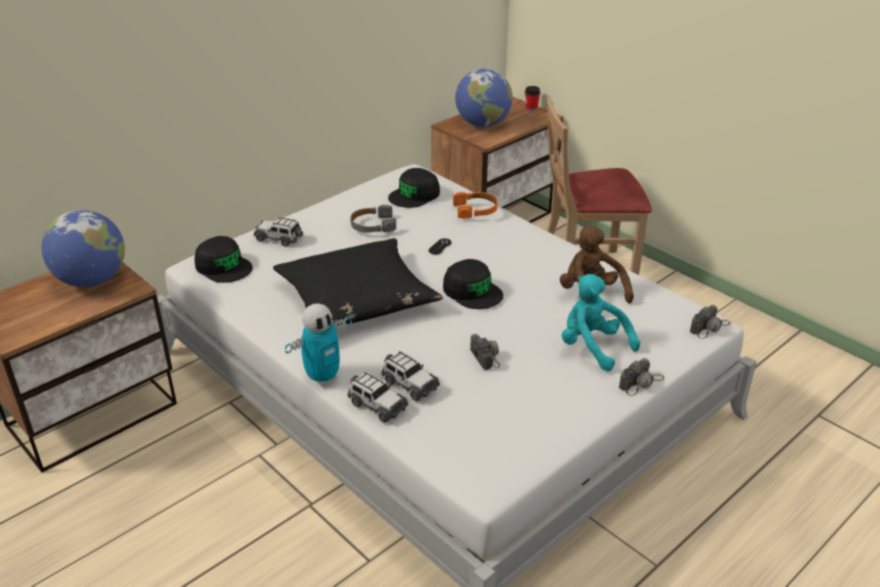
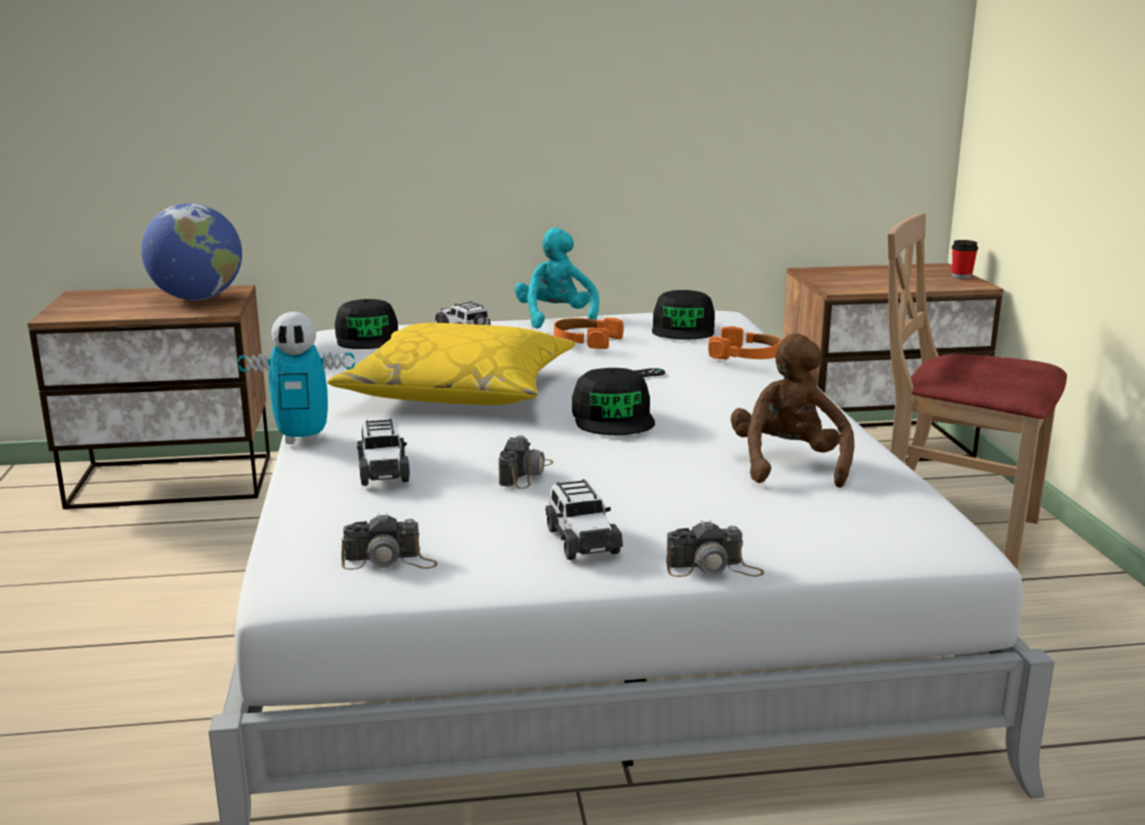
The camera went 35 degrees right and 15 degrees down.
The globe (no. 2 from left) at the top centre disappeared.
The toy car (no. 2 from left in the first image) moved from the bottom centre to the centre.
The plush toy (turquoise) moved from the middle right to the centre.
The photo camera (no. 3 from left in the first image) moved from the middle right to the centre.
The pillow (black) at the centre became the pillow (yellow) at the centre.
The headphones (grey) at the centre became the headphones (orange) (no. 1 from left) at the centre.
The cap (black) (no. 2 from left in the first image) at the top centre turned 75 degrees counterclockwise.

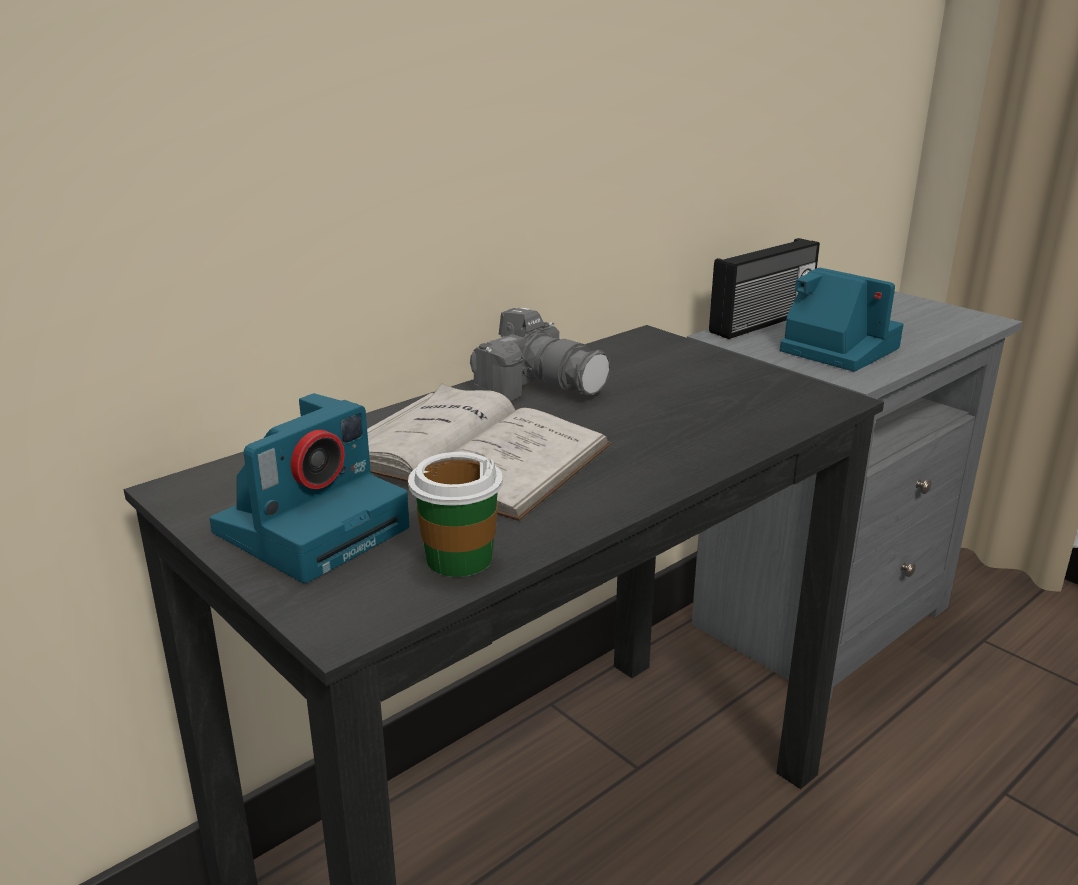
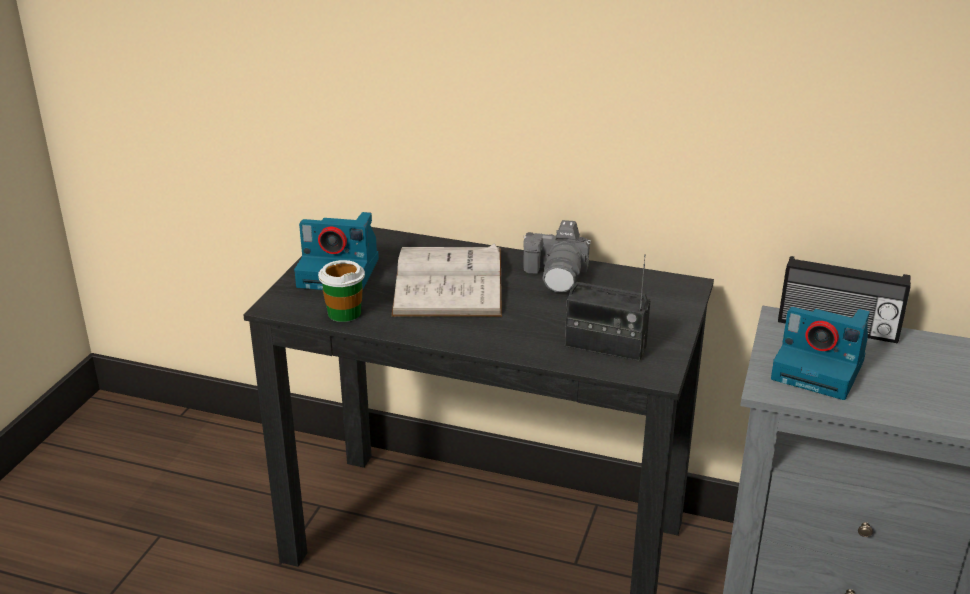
The camera went 60 degrees right and 5 degrees up.
The radio (no. 1 from left) at the centre appeared.
The photo camera (no. 3 from left) at the middle right turned 105 degrees clockwise.

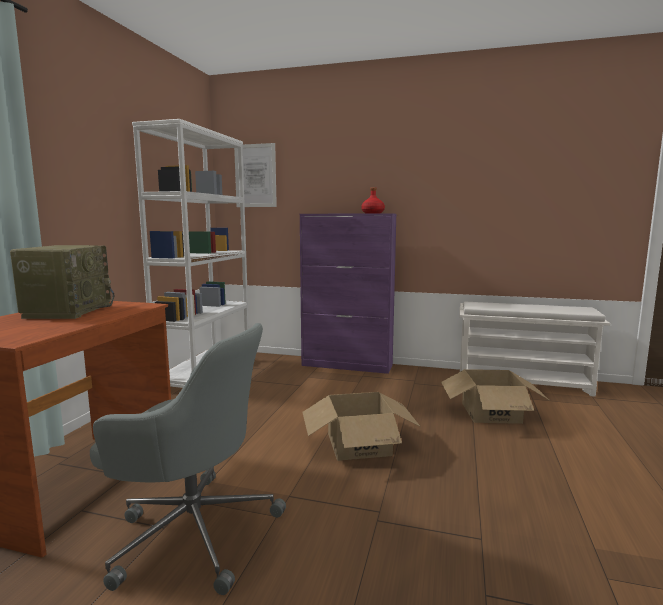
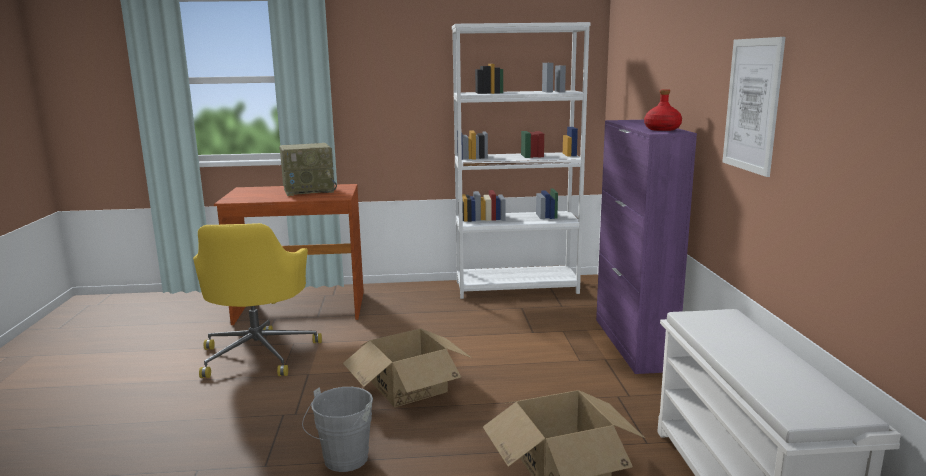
The camera went 70 degrees right and 5 degrees up.
The bucket (grey) at the bottom centre appeared.
The picture moved from the top centre to the top right.
The office chair (grey) at the bottom left became the office chair (yellow) at the middle left.

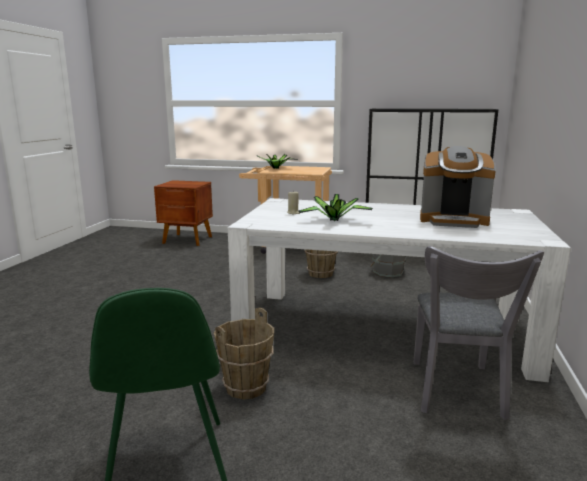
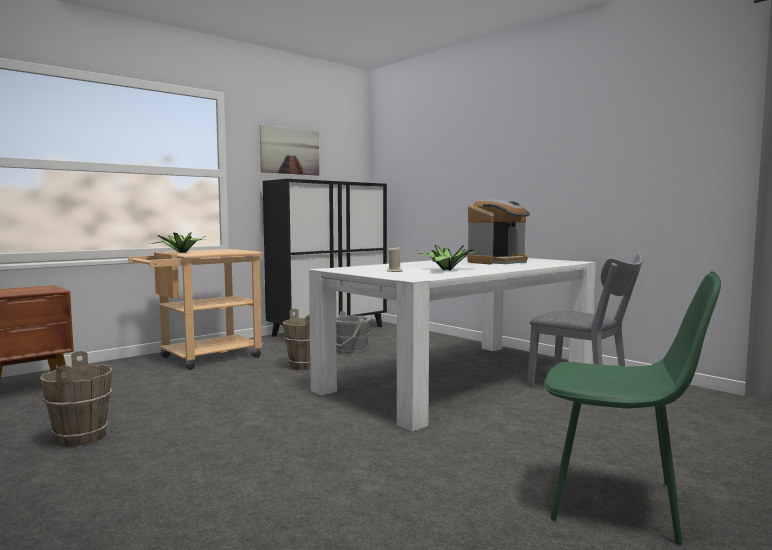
The camera went 55 degrees left and 10 degrees down.
The picture at the top centre appeared.
The bucket (brown) (no. 1 from left) moved from the bottom centre to the bottom left.

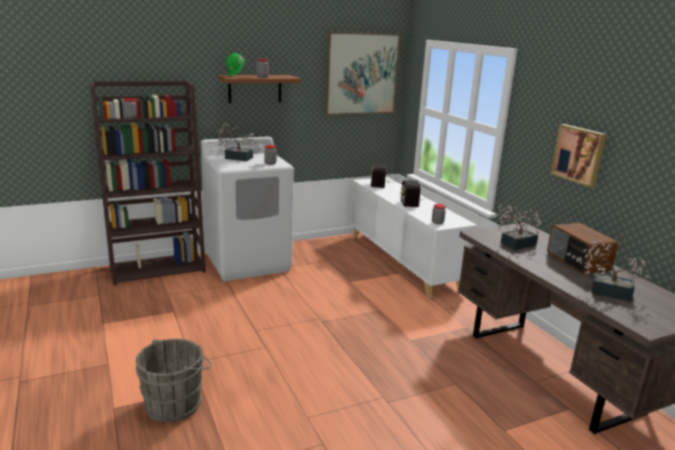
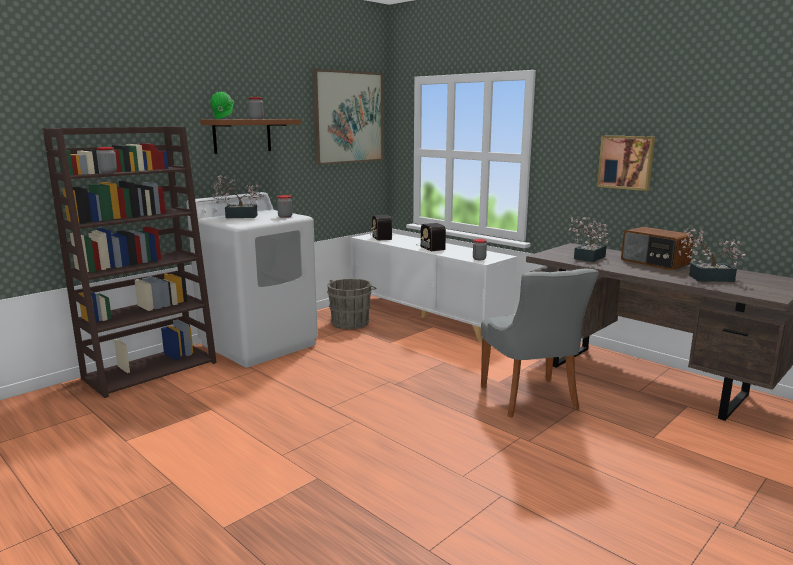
The camera went 20 degrees left and 5 degrees down.
The chair (grey) at the middle right appeared.
The bucket (grey) moved from the bottom left to the centre.

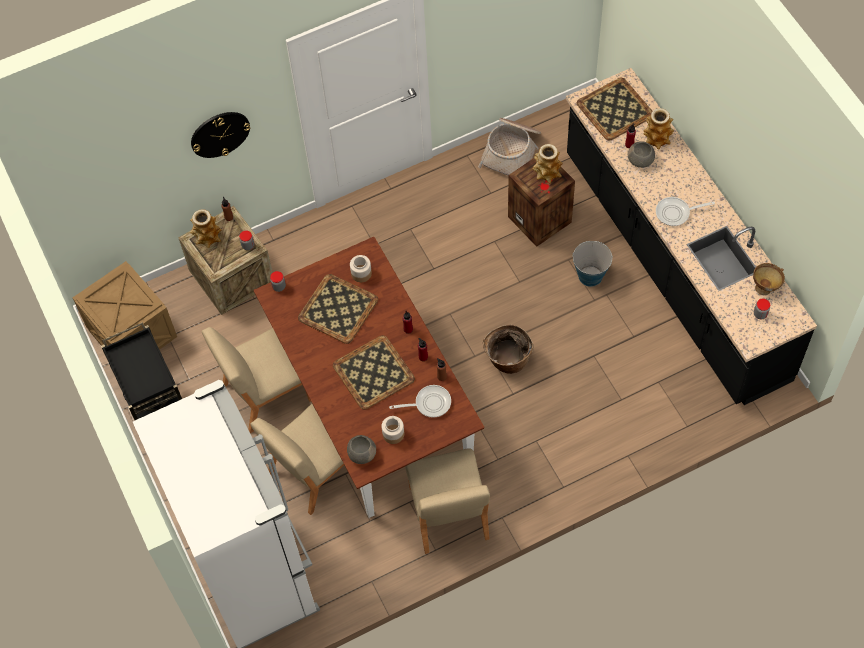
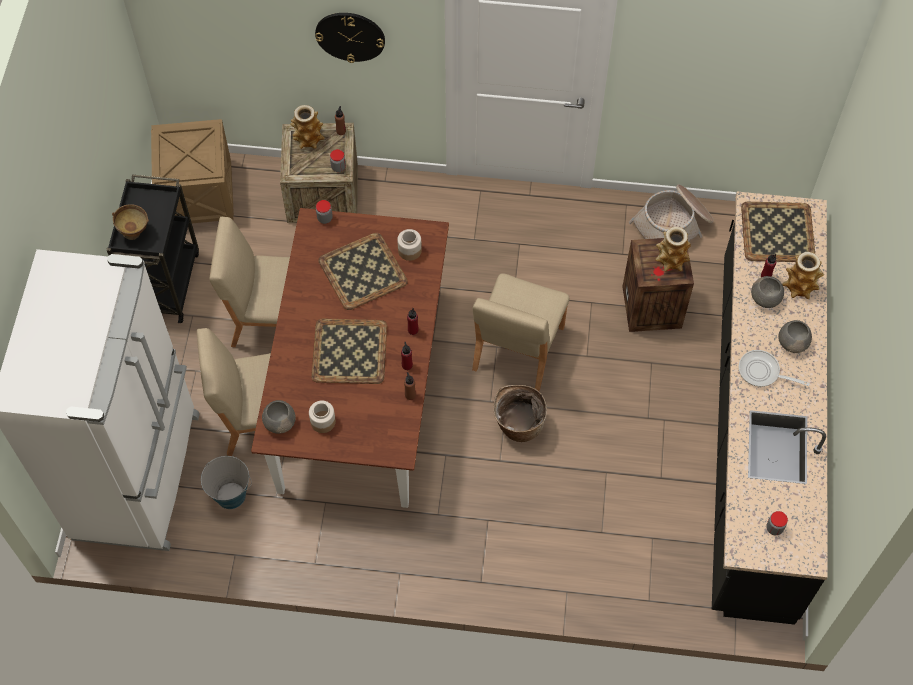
The camera went 30 degrees right and 0 degrees up.
The frying pan (no. 1 from left) at the centre disappeared.
The bowl (grey) (no. 3 from left) at the middle right appeared.
The chair (beige) (no. 3 from left) moved from the bottom centre to the centre.
The bucket moved from the middle right to the bottom left.
The bowl (brown) moved from the middle right to the top left.

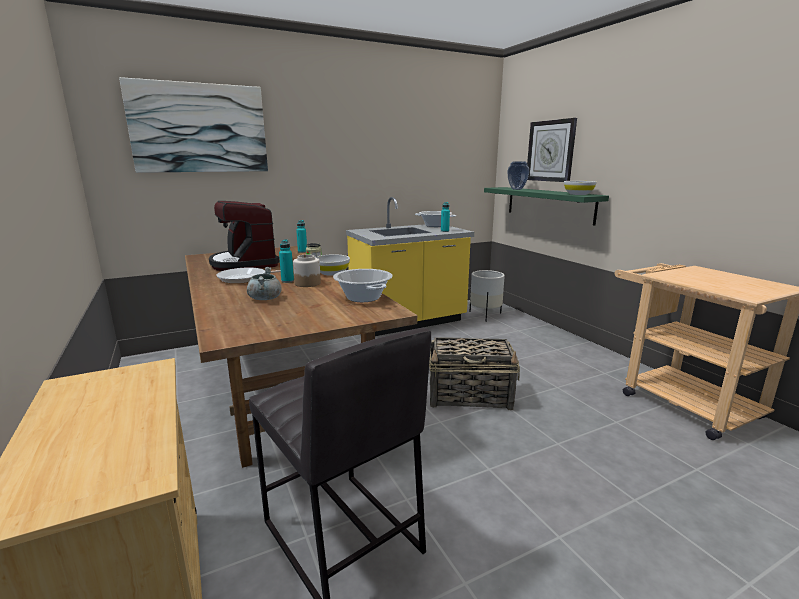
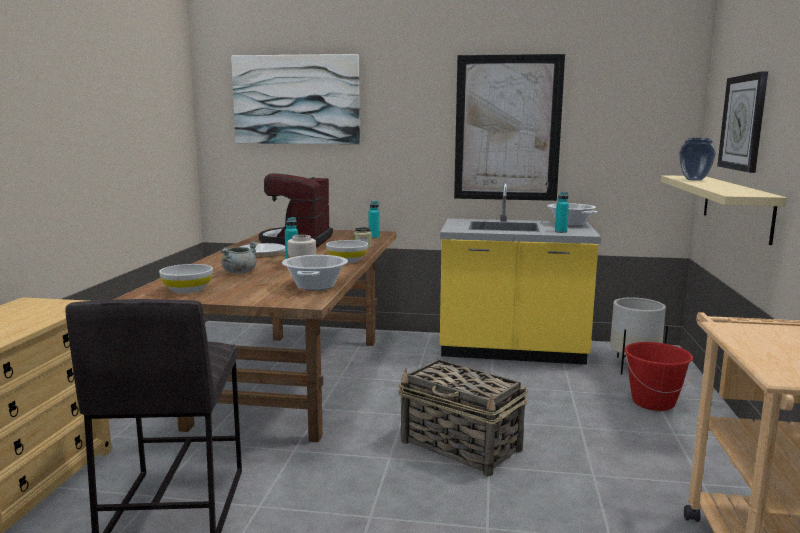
The camera went 35 degrees right and 5 degrees down.
The picture (no. 2 from left) at the top centre appeared.
The bucket (red) at the bottom right appeared.
The bowl (white) (no. 2 from left in the first image) moved from the top right to the middle left.
The shelf (green) at the middle right became the shelf (beige) at the middle right.

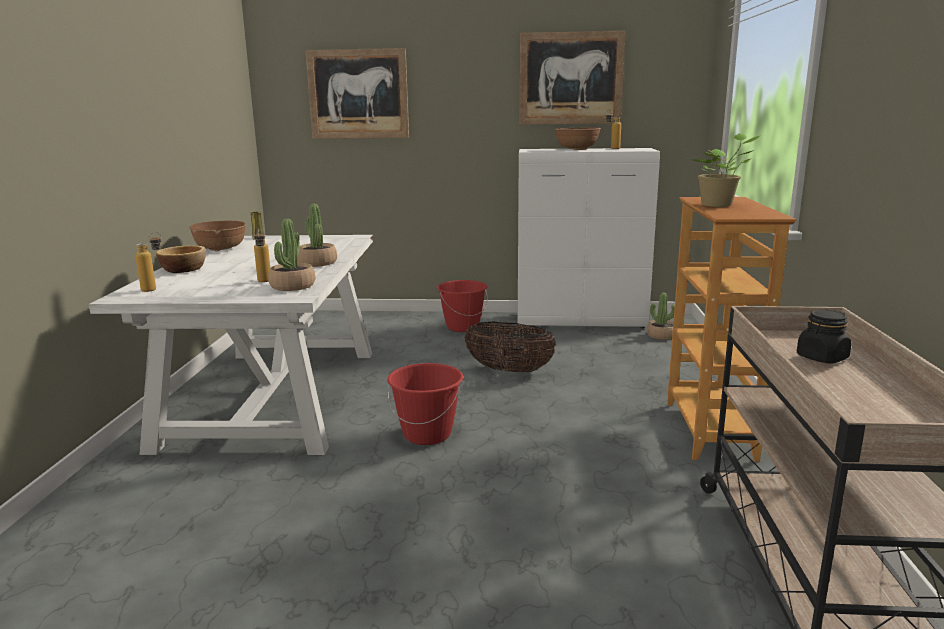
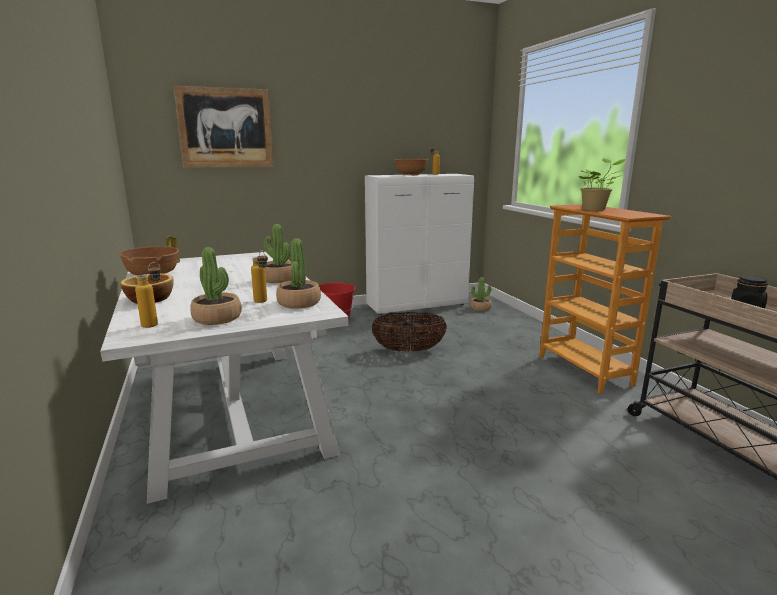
The camera went 25 degrees left and 0 degrees up.
The bucket (red) (no. 1 from left) at the centre disappeared.
The picture (no. 2 from left) at the top centre disappeared.
The potted plant (no. 1 from left) at the middle left appeared.

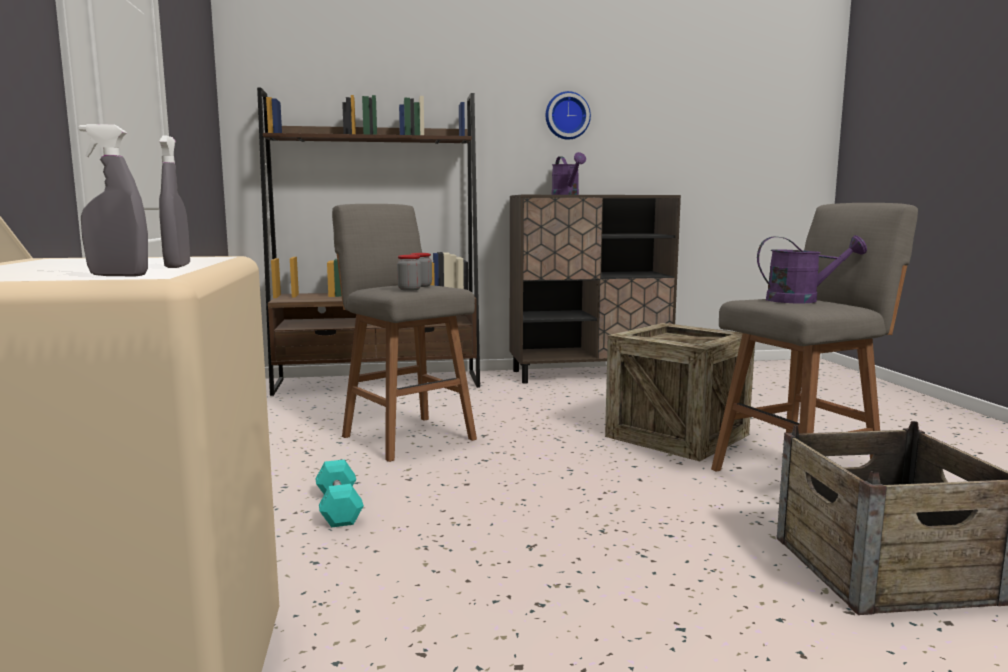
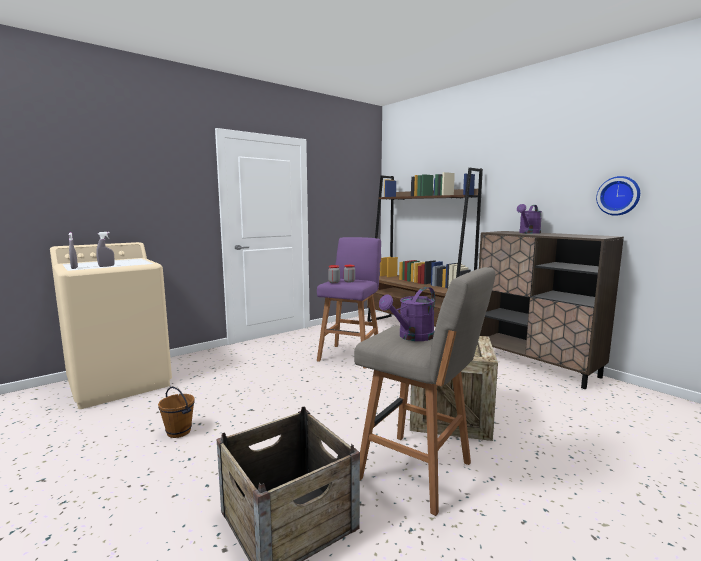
The camera went 60 degrees right and 0 degrees up.
The dumbbell (turquoise) at the bottom centre disappeared.
The bucket (brown) at the bottom left appeared.
The wall clock moved from the top centre to the middle right.
The stool (grey) (no. 1 from left) at the centre became the stool (purple) at the centre.
The watering can (purple) (no. 2 from left in the first image) at the middle right turned 75 degrees clockwise.

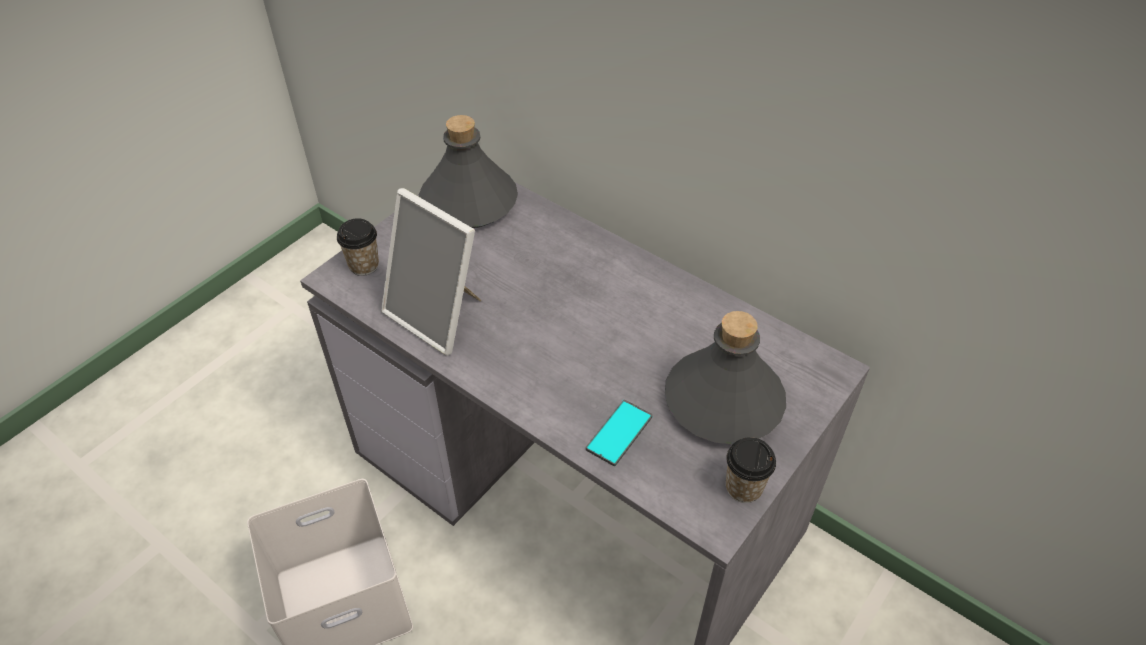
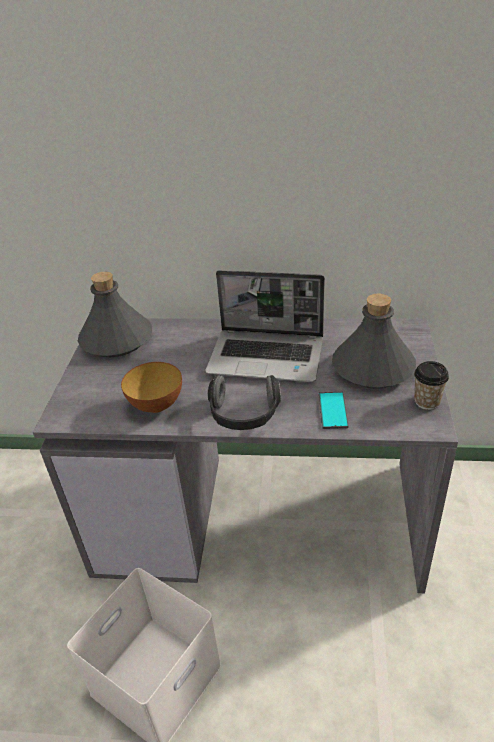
The camera went 30 degrees left and 10 degrees down.
The cup (no. 1 from left) at the middle left disappeared.
The laptop at the centre appeared.
The headphones at the centre appeared.
The picture frame at the centre was replaced by the bowl at the middle left.

